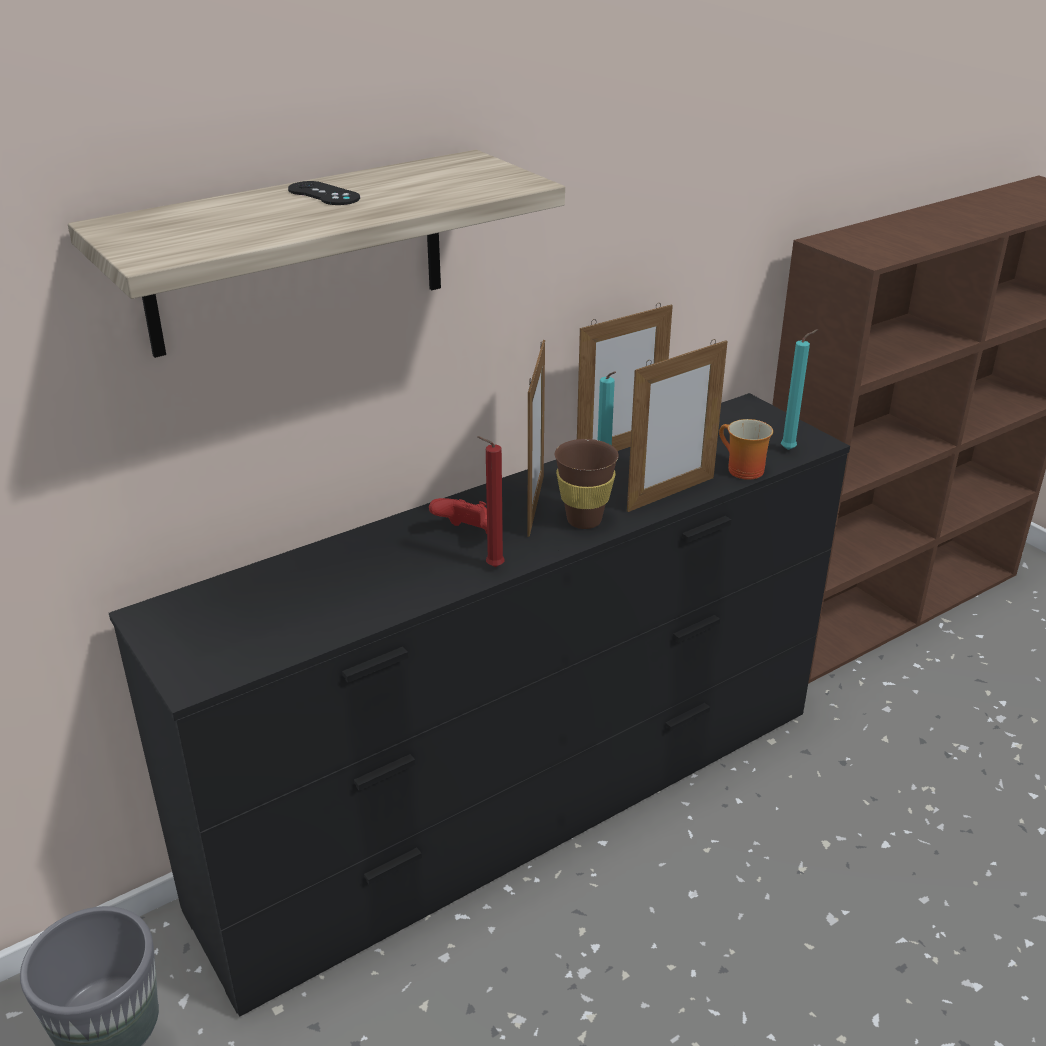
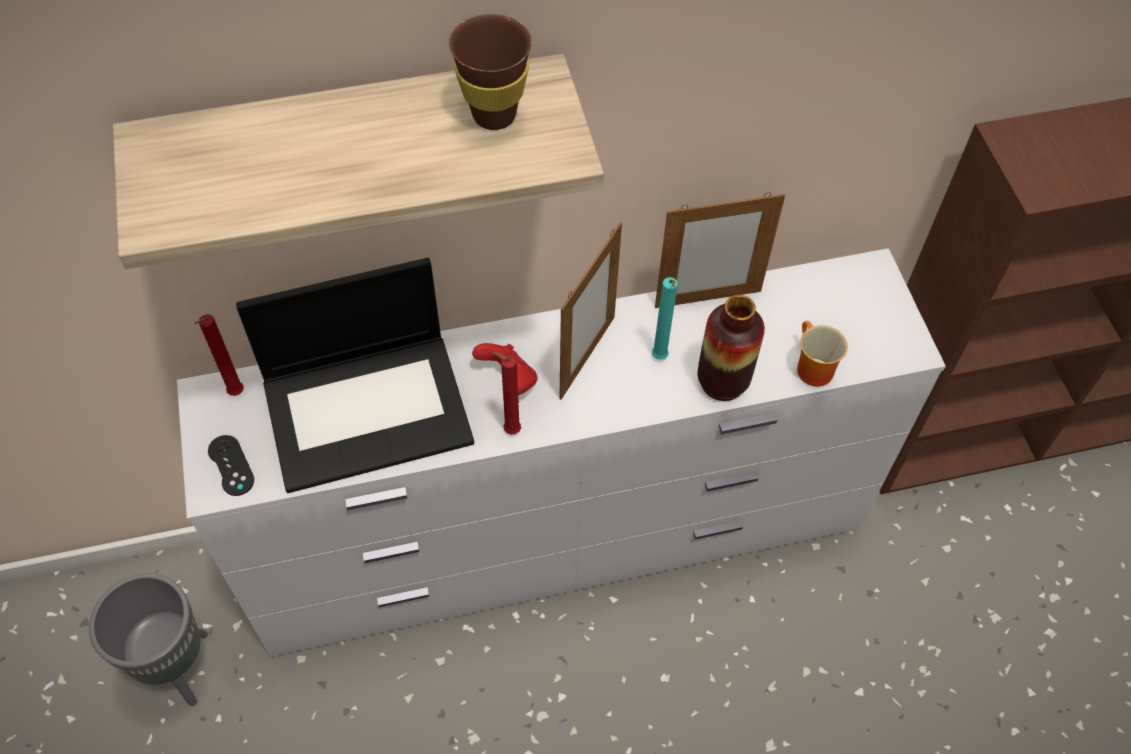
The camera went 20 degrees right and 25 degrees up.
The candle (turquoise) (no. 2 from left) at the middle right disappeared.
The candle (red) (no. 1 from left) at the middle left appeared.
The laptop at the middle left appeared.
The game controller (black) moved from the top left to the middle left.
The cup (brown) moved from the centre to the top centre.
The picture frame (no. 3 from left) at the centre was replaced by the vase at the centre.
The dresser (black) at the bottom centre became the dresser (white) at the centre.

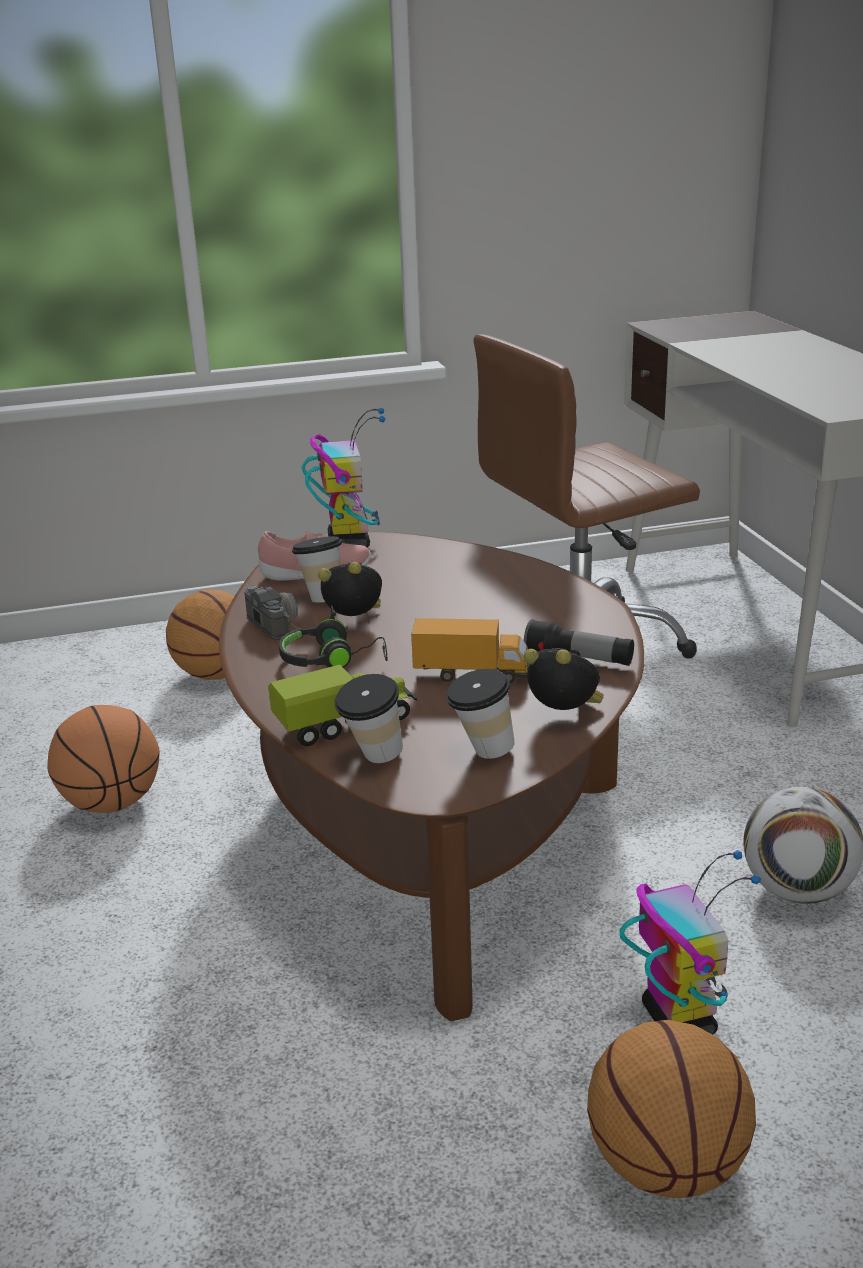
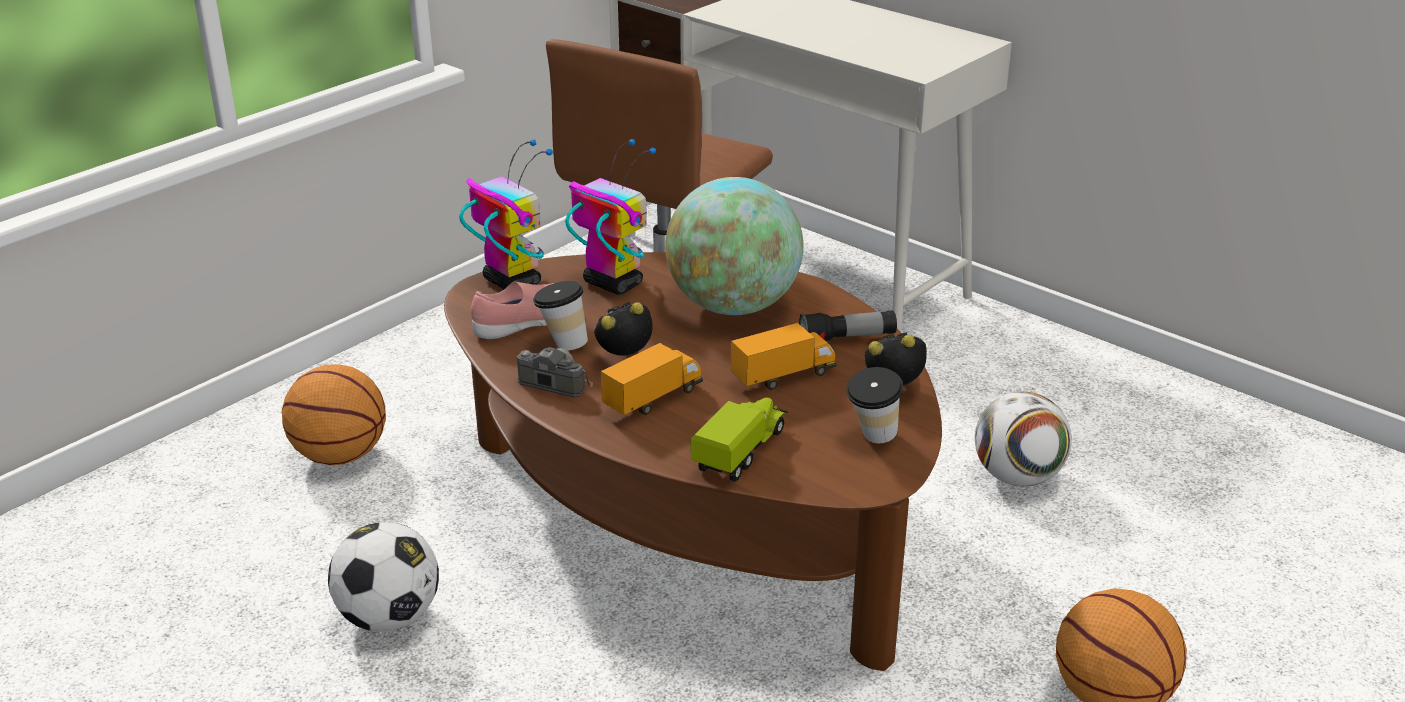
The camera went 35 degrees left and 5 degrees up.
The cup (no. 2 from left) at the centre disappeared.
The globe at the centre appeared.
The toy robot (no. 2 from left) moved from the bottom right to the top centre.
The basketball (no. 1 from left) at the middle left was replaced by the football (no. 1 from left) at the bottom left.
The headphones (black) at the centre was replaced by the toy truck (no. 1 from left) at the centre.

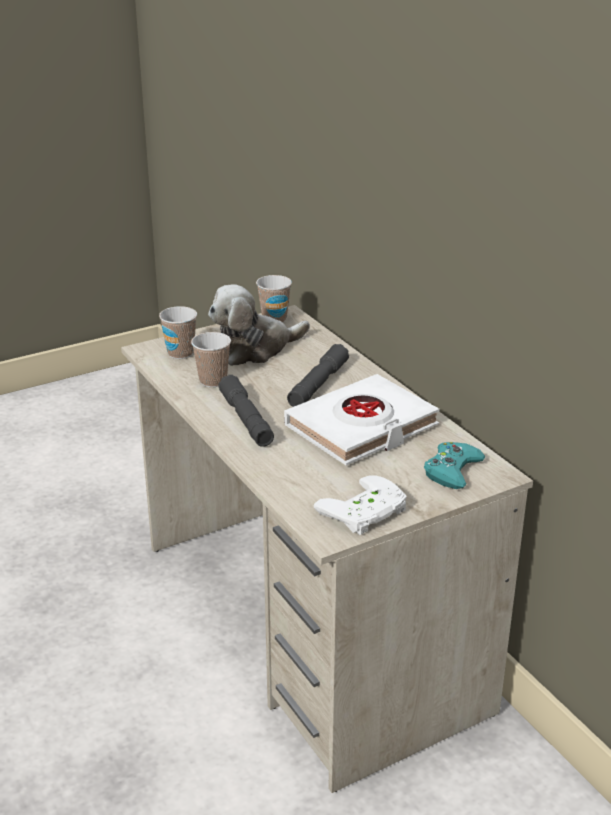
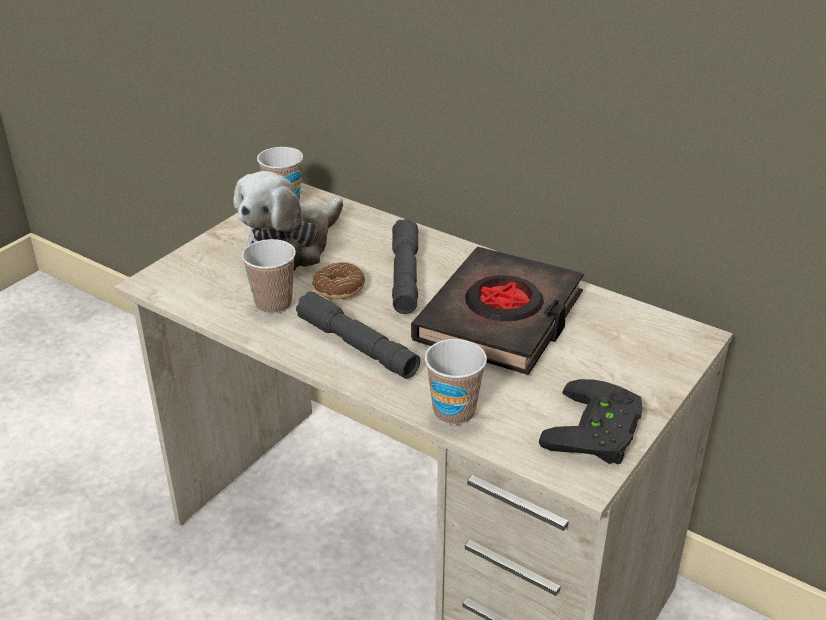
The camera went 25 degrees left and 5 degrees up.
The game controller (turquoise) at the middle right disappeared.
The donut at the centre appeared.
The cup (no. 1 from left in the first image) moved from the middle left to the centre.
The book (white) at the centre became the book (black) at the centre.
The game controller (white) at the centre became the game controller (black) at the bottom right.

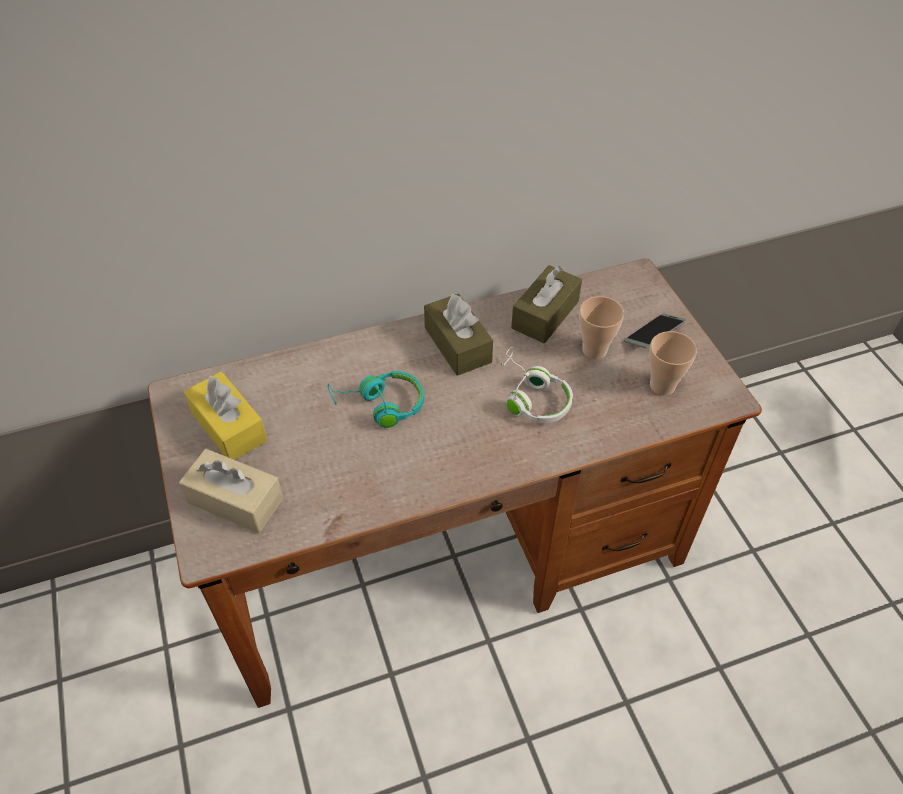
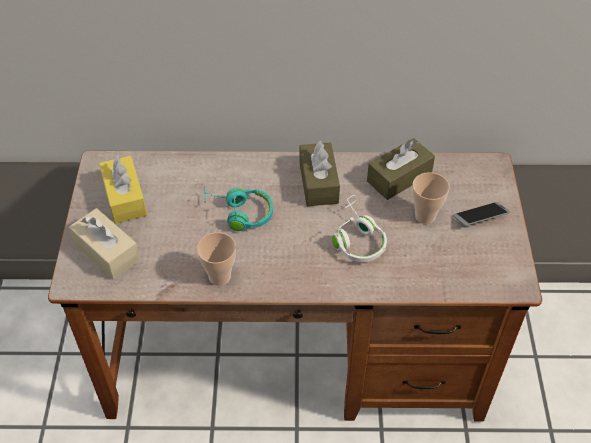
The camera went 20 degrees right and 0 degrees up.
The cup (no. 2 from left in the first image) moved from the middle right to the centre.

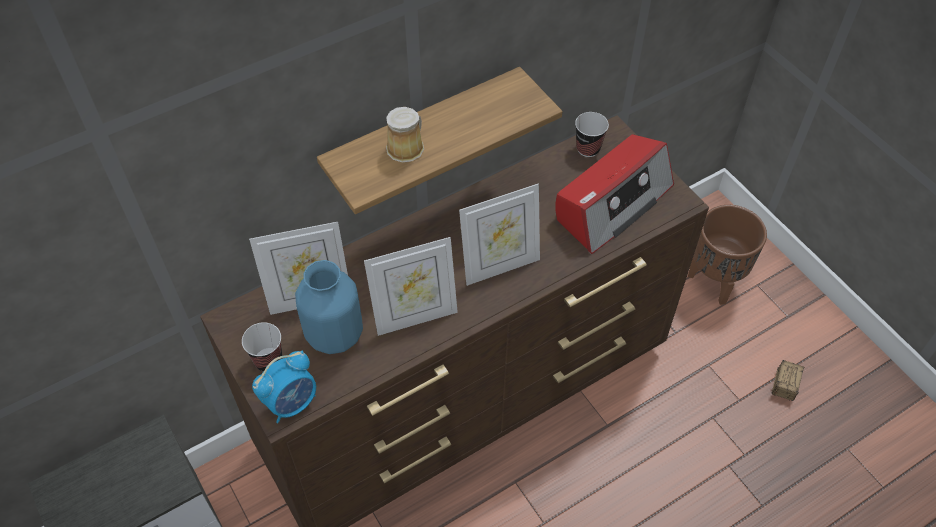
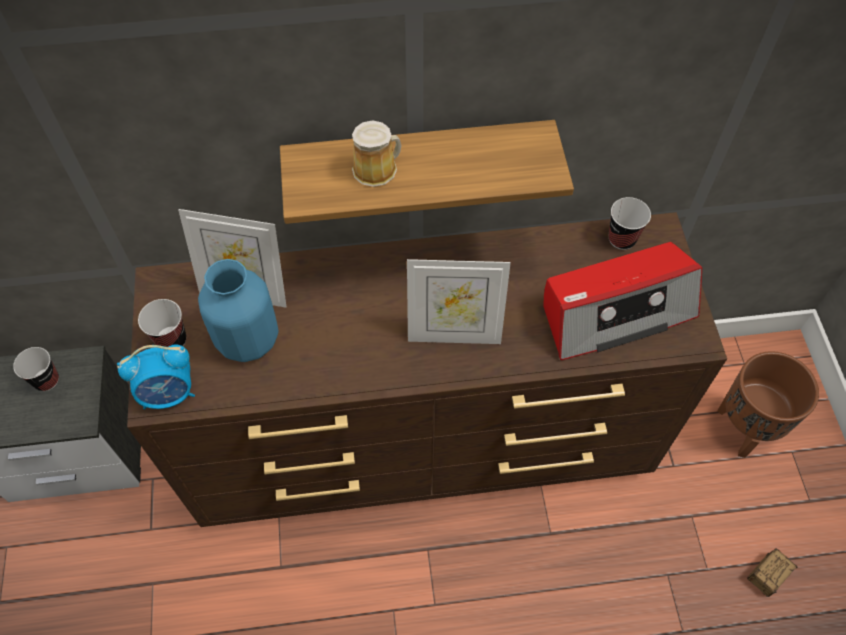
The camera went 25 degrees right and 5 degrees up.
The picture frame (no. 2 from left) at the centre disappeared.
The cup (no. 1 from left) at the middle left appeared.

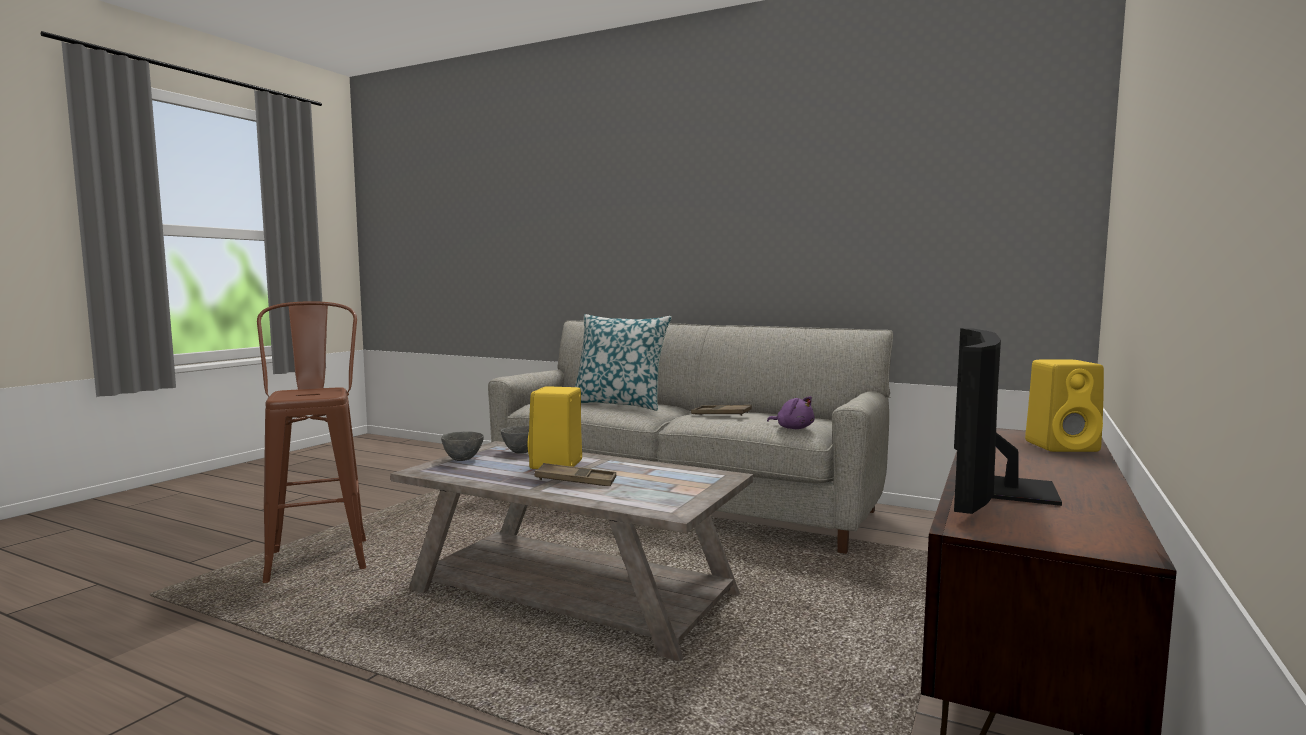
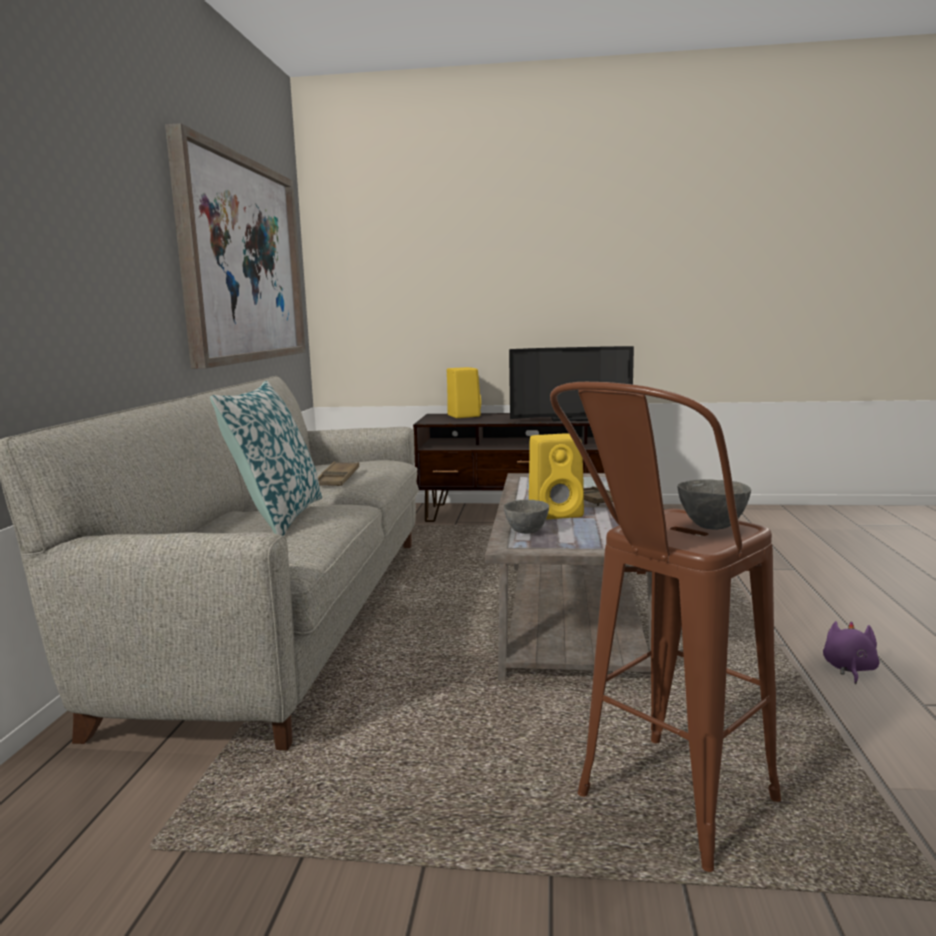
The camera went 110 degrees left and 5 degrees up.
The picture at the top left appeared.
The bowl (grey) (no. 1 from left in the first image) moved from the centre to the middle right.
The plush toy (purple) moved from the centre to the bottom right.

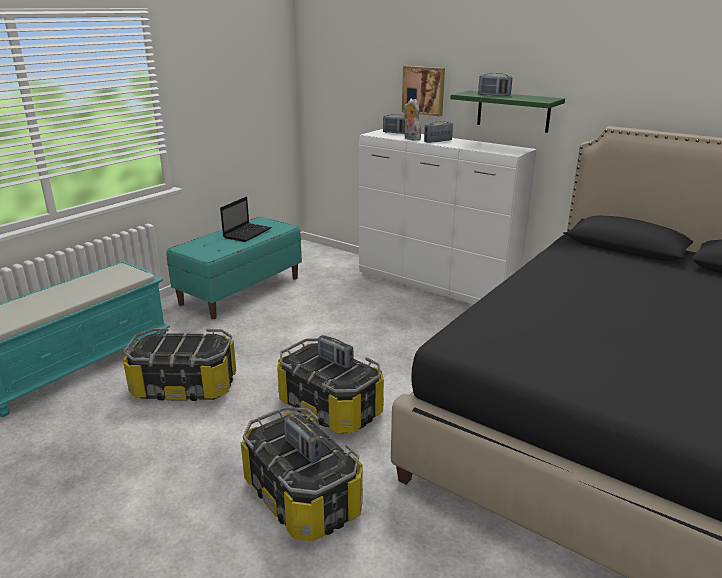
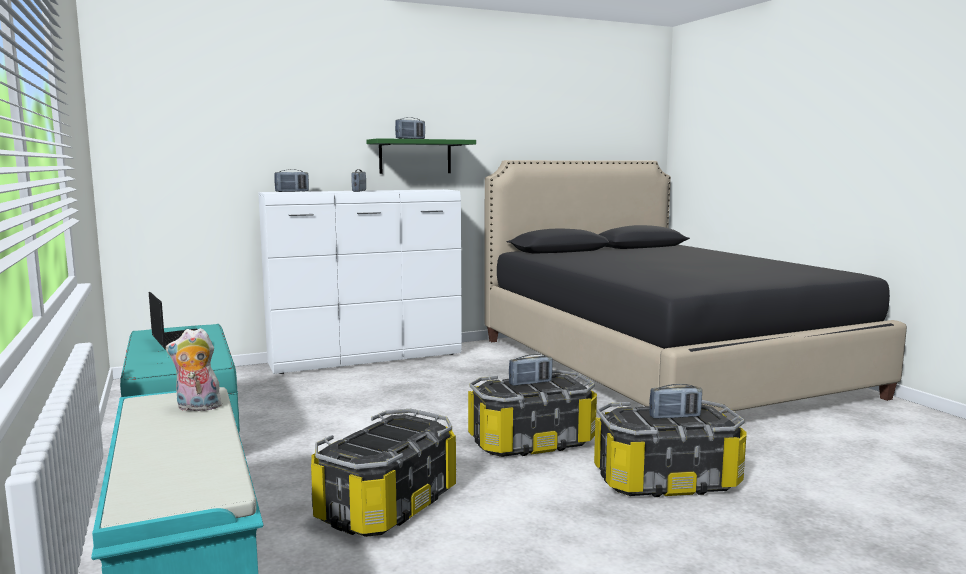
The camera went 60 degrees left and 15 degrees down.
The picture at the top centre disappeared.
The plush toy moved from the top centre to the middle left.

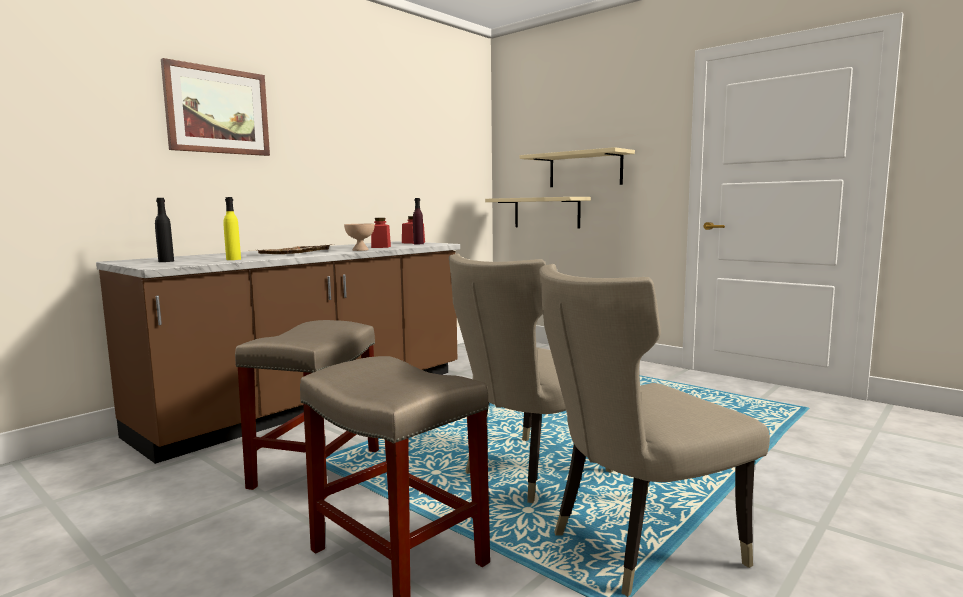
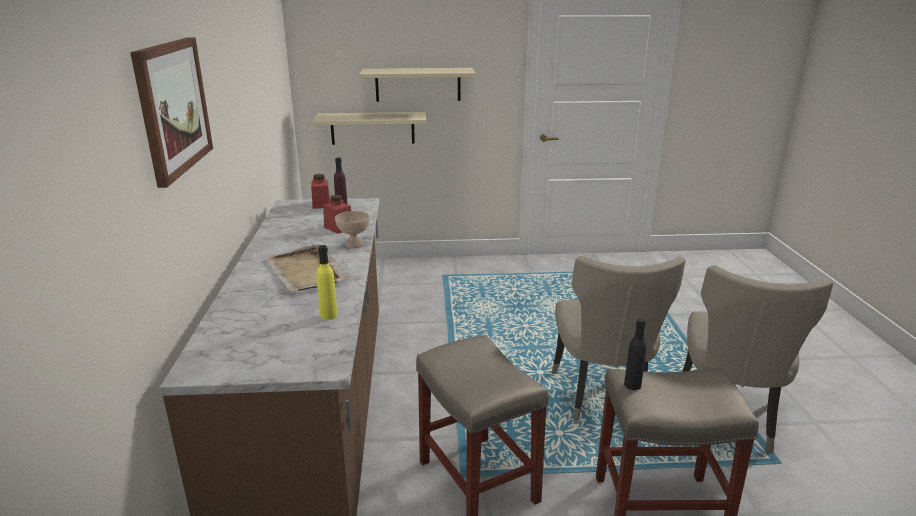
The camera went 45 degrees left and 15 degrees up.
The bottle (black) moved from the middle left to the bottom right.

